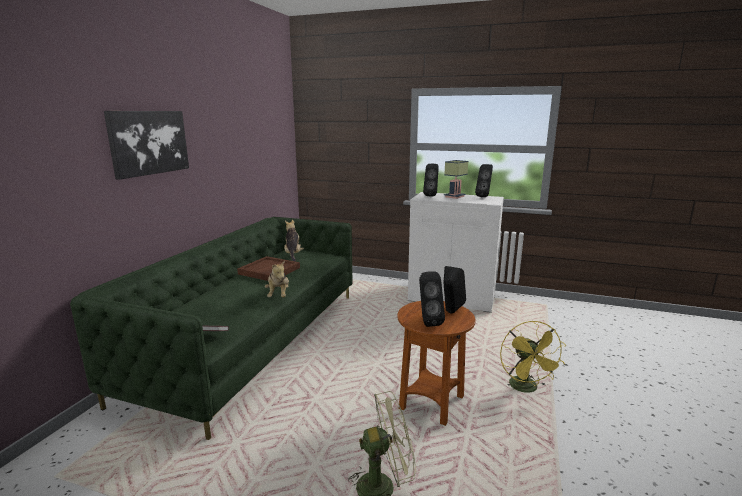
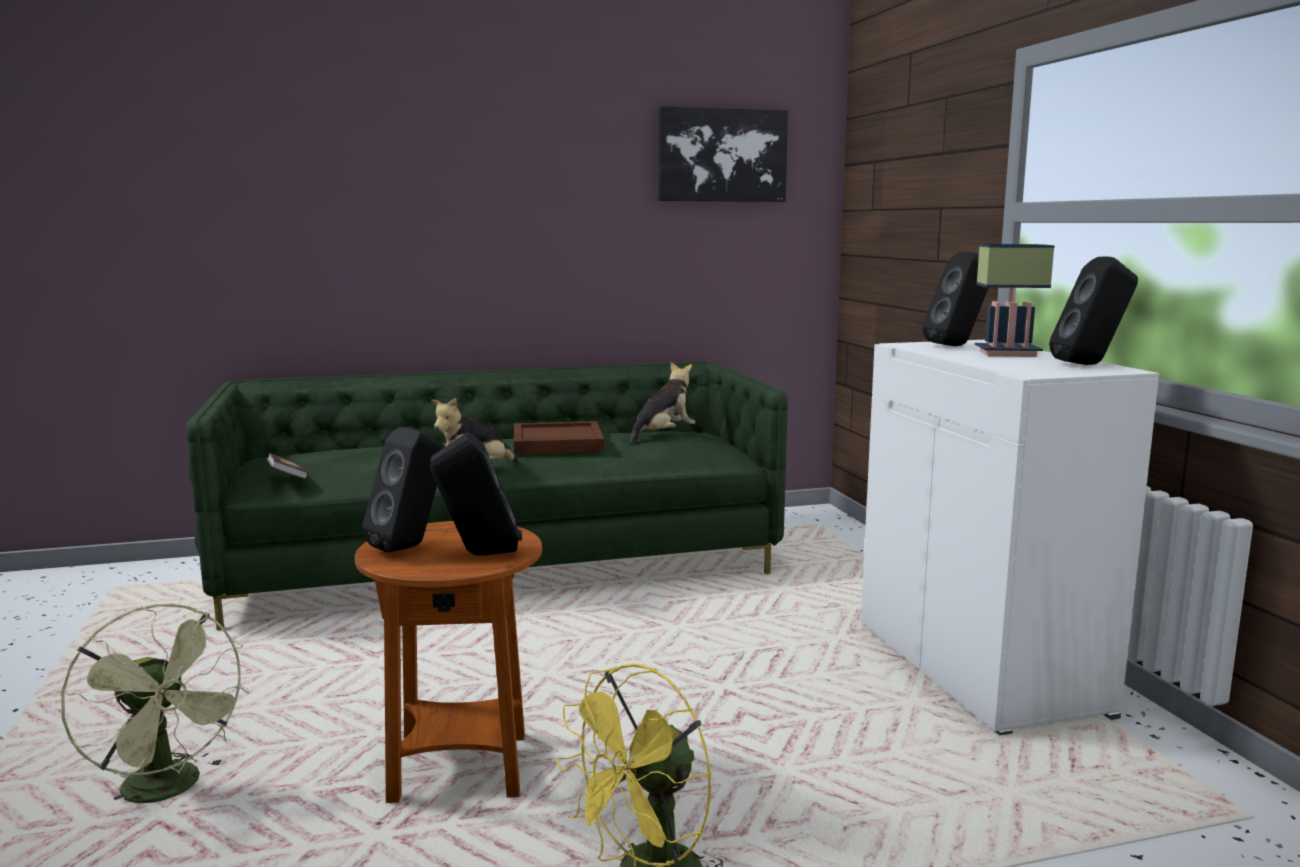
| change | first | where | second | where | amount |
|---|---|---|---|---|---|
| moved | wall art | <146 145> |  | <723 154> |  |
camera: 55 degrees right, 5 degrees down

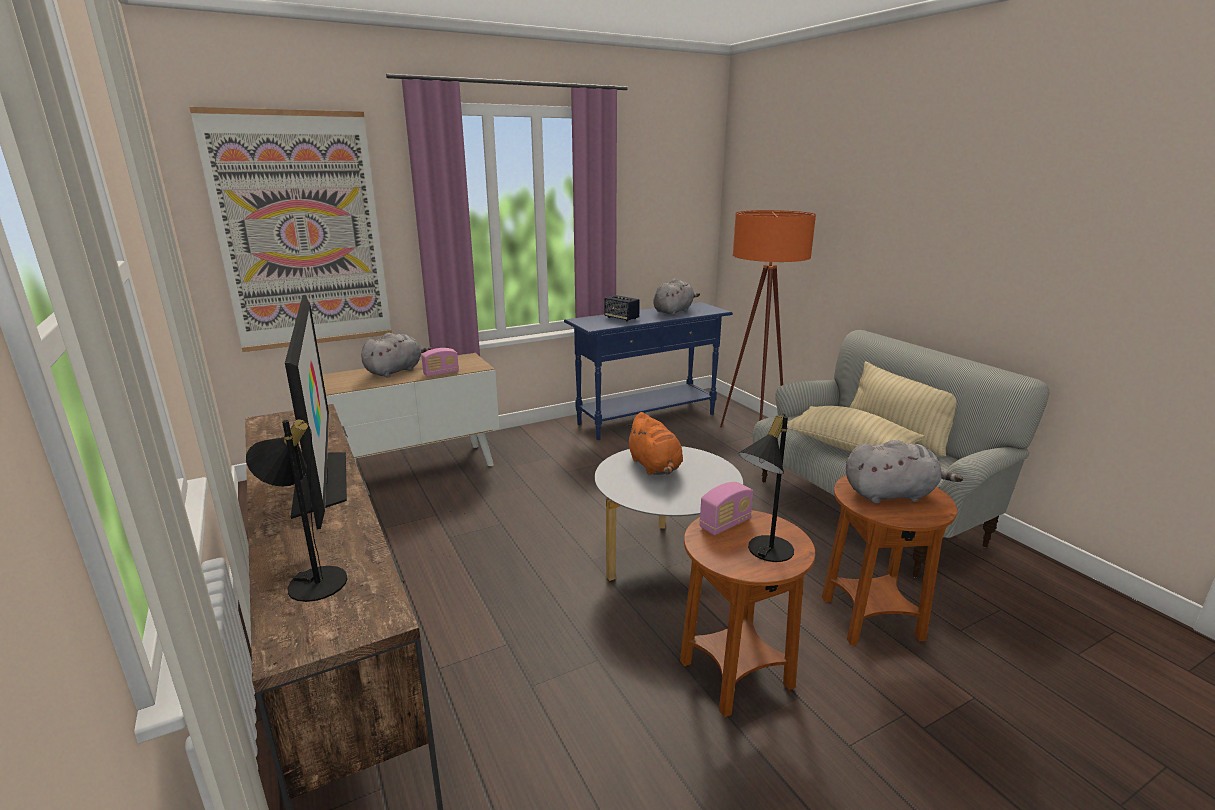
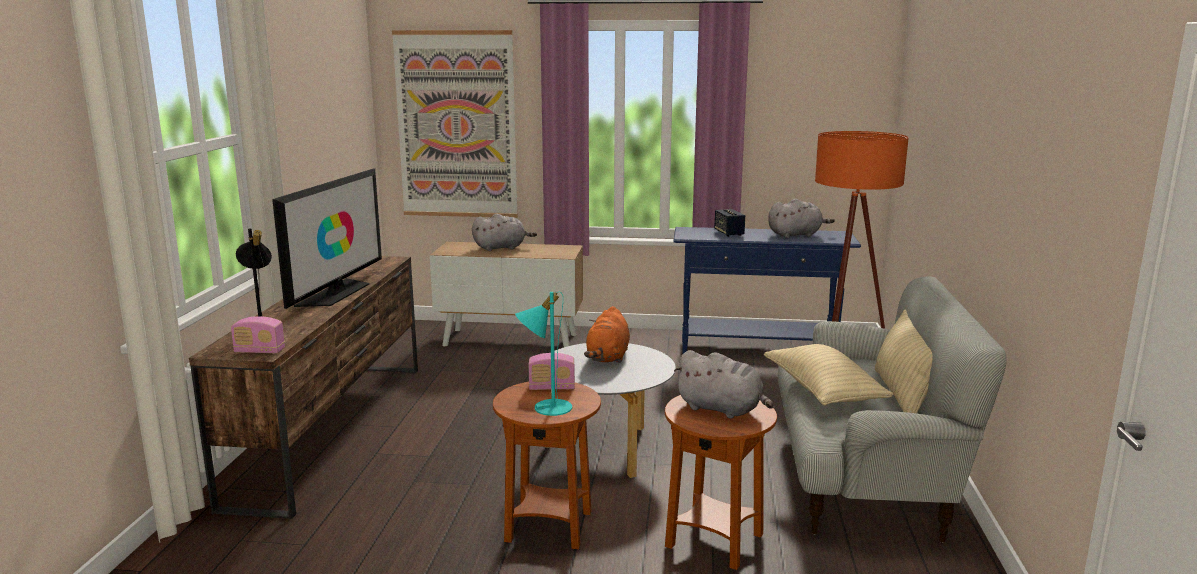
| change | first | where | second | where | amount |
|---|---|---|---|---|---|
| moved | radio | <440 362> |  | <258 335> |  |
| recoloured | tabletop lamp/blackish | <766 488> | tabletop lamp/turquoise | <543 354> |  |
camera: 35 degrees right, 5 degrees down

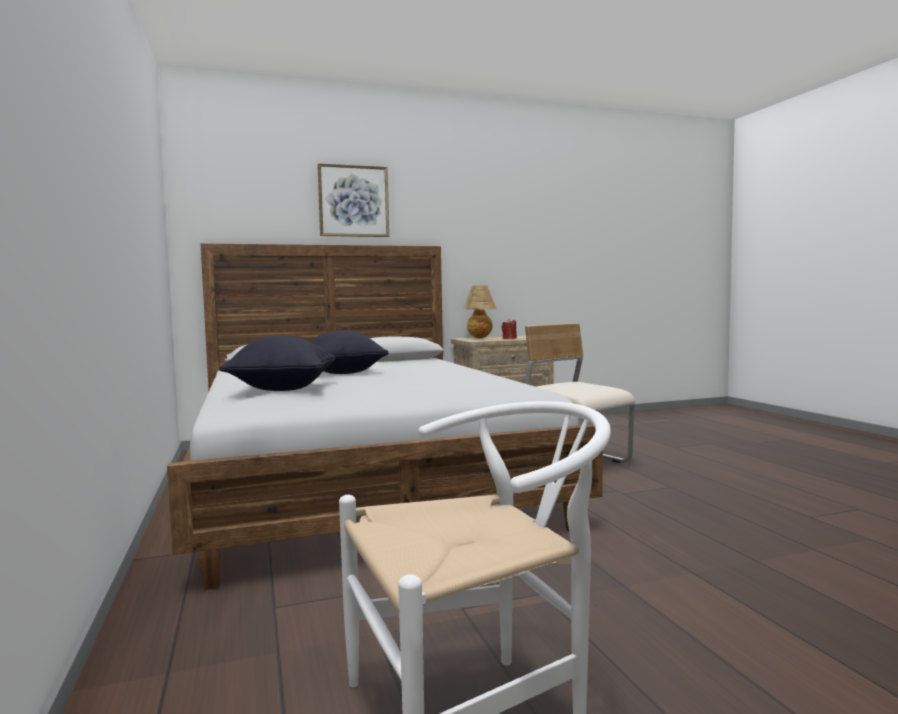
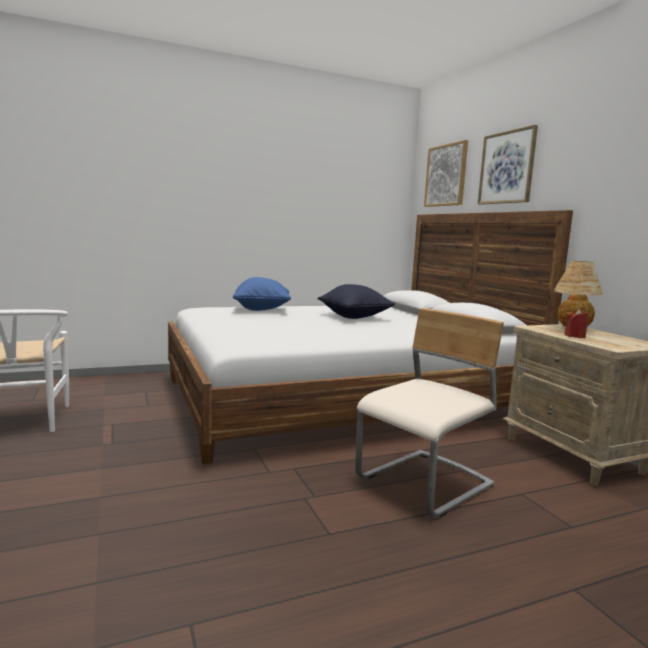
| change | first | where | second | where | amount |
|---|---|---|---|---|---|
| recoloured | cushion/blackish | <277 363> | cushion/bluish | <262 294> |  |
| added |  |  | wall art | <446 173> |  |
camera: 85 degrees right, 5 degrees up

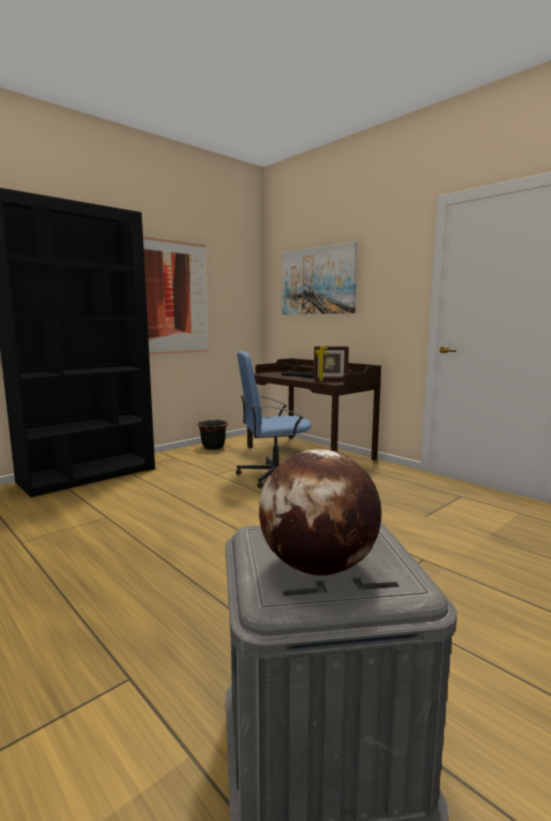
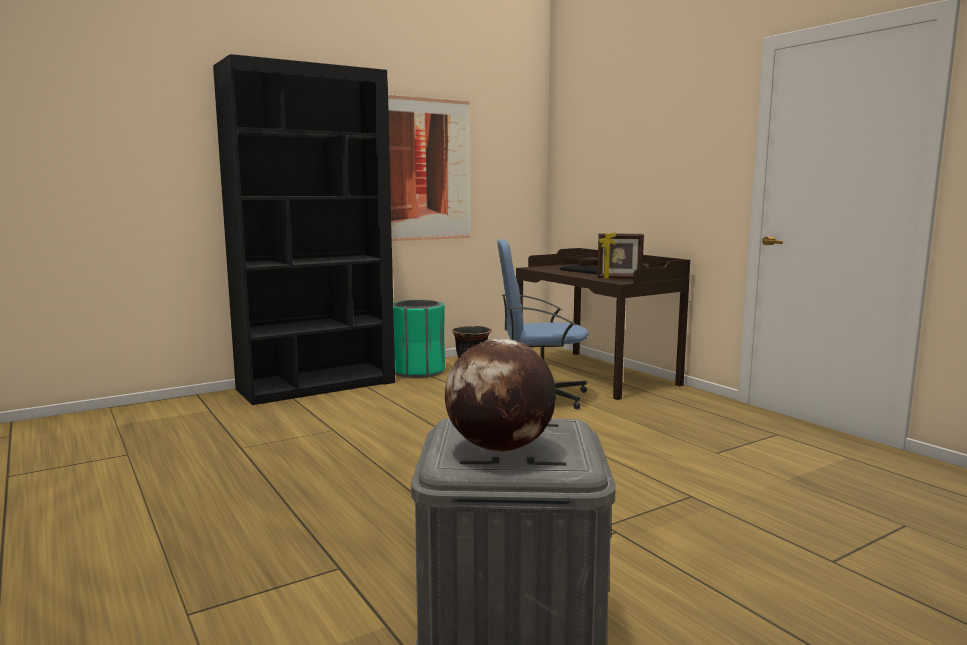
| change | first | where | second | where | amount |
|---|---|---|---|---|---|
| removed | wall art | <320 278> |  |  |  |
| added |  |  | trash can/greenish | <419 339> |  |
camera: 10 degrees right, 0 degrees up

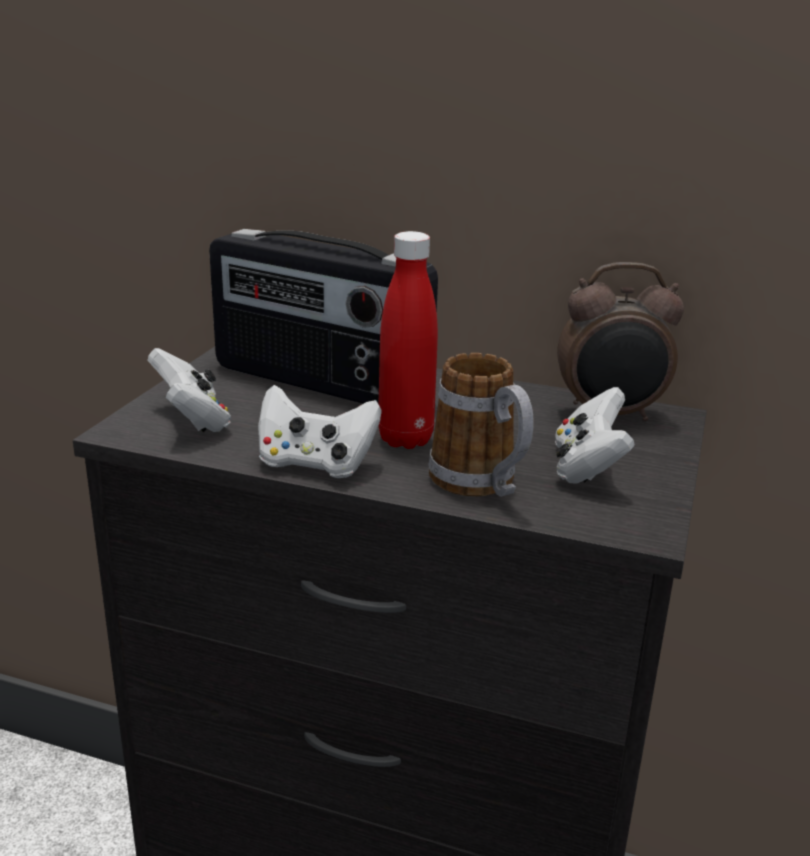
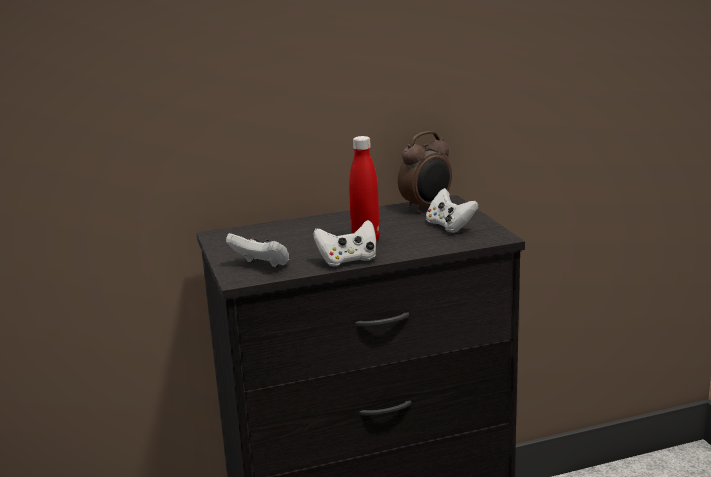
| change | first | where | second | where | amount |
|---|---|---|---|---|---|
| removed | radio | <323 316> |  |  |  |
| removed | tea mug | <481 425> |  |  |  |
camera: 35 degrees left, 5 degrees down

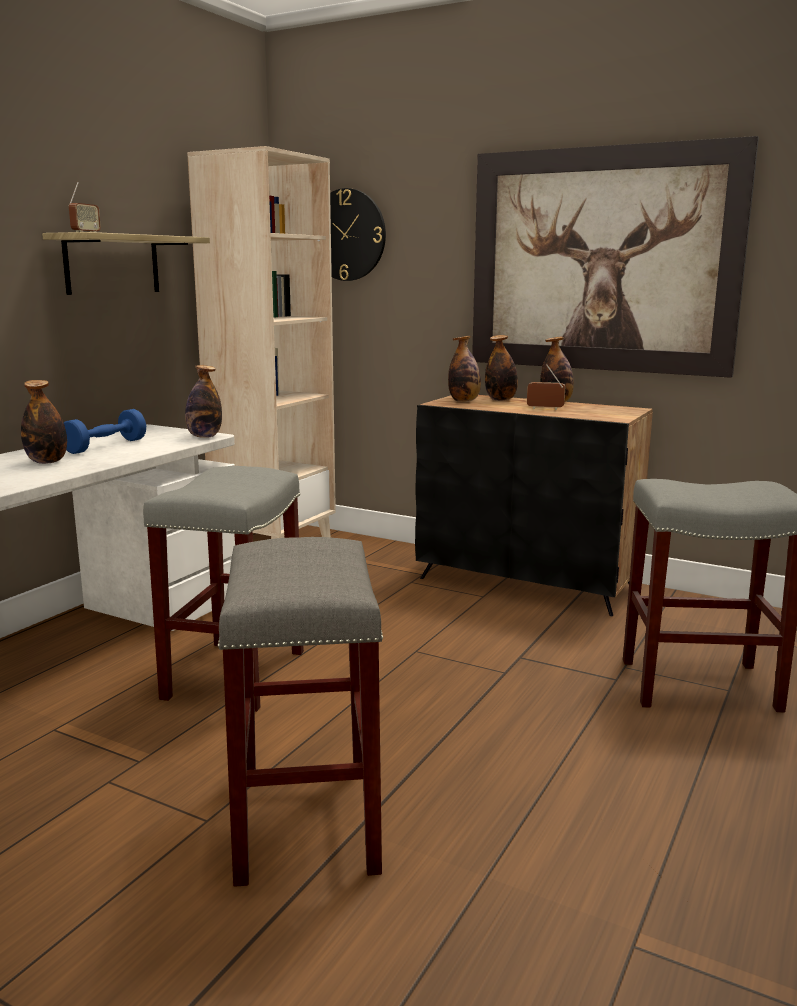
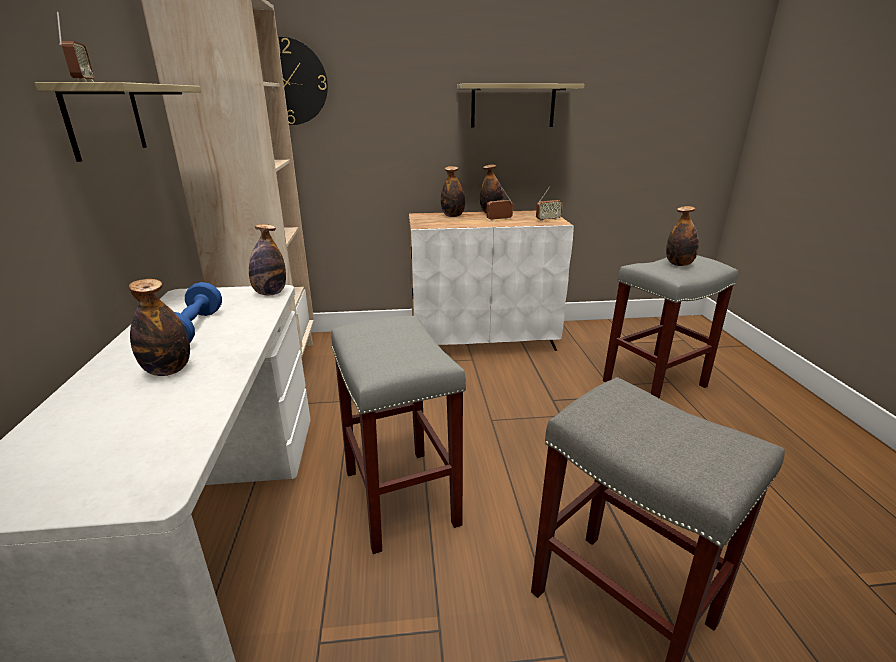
| change | first | where | second | where | amount |
|---|---|---|---|---|---|
| replaced | wall art | <615 257> | shelf | <521 105> |  |
| moved | beverage bottle | <464 369> |  | <682 236> |  |
| recoloured | cupboard/blackish | <534 505> | cupboard/white-coloured | <491 281> |  |
| added |  |  | radio | <549 203> |  |
camera: 35 degrees left, 10 degrees up

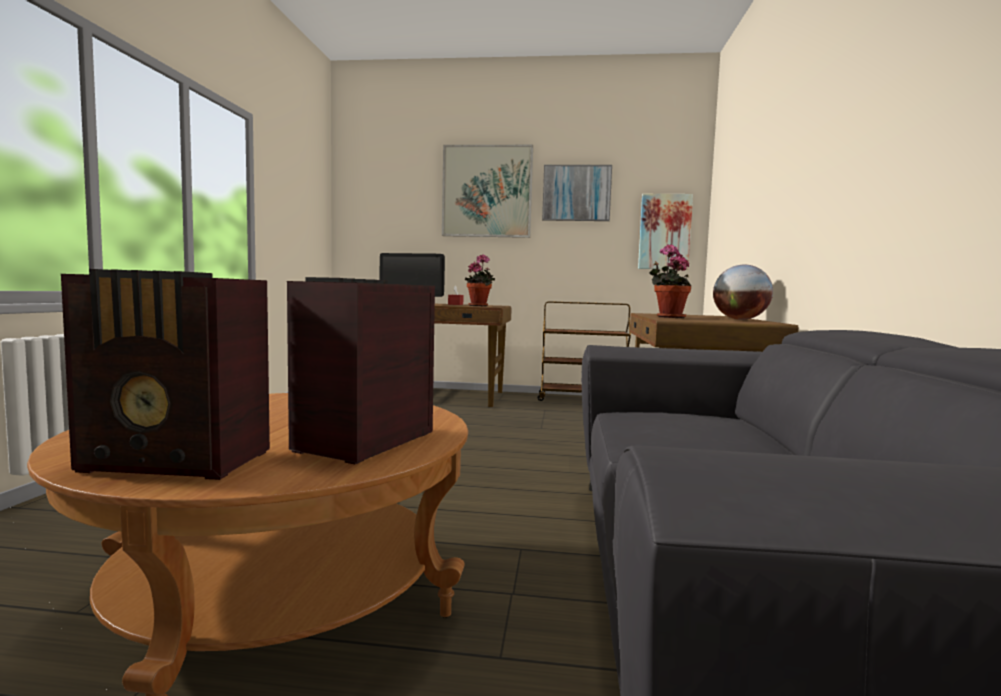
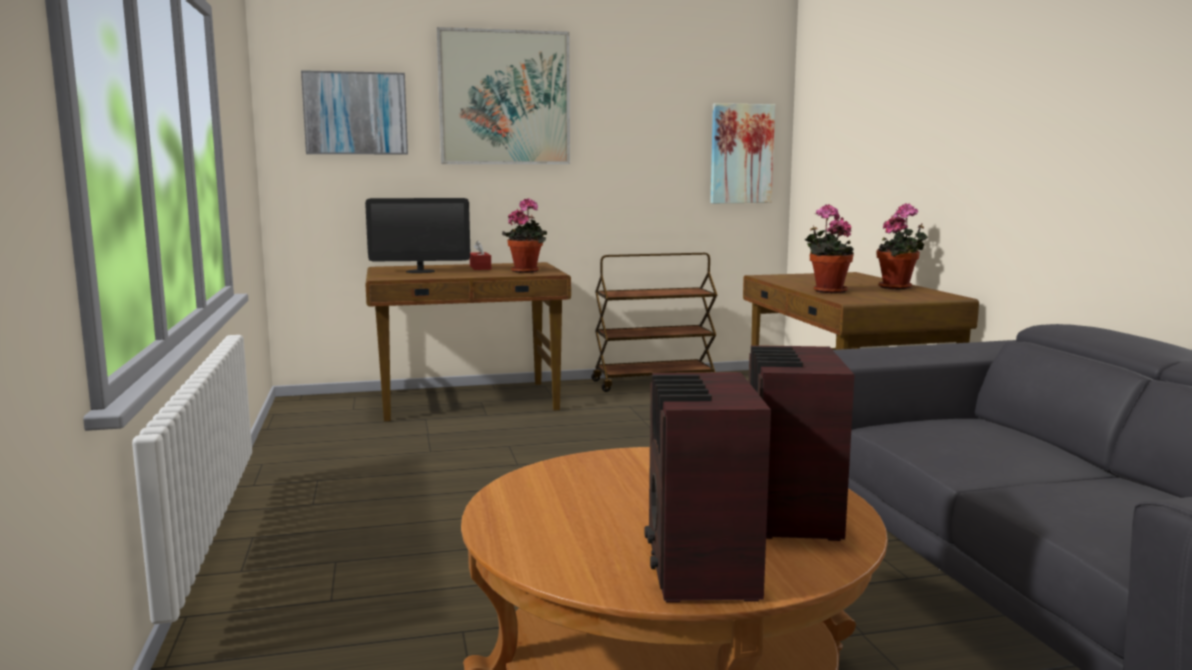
| change | first | where | second | where | amount |
|---|---|---|---|---|---|
| moved | wall art | <577 193> |  | <354 112> |  |
| replaced | globe | <743 292> | houseplant | <902 246> |  |
| turned | radio | <165 374> |  | <707 487> | 105 degrees clockwise |
camera: 20 degrees left, 5 degrees up

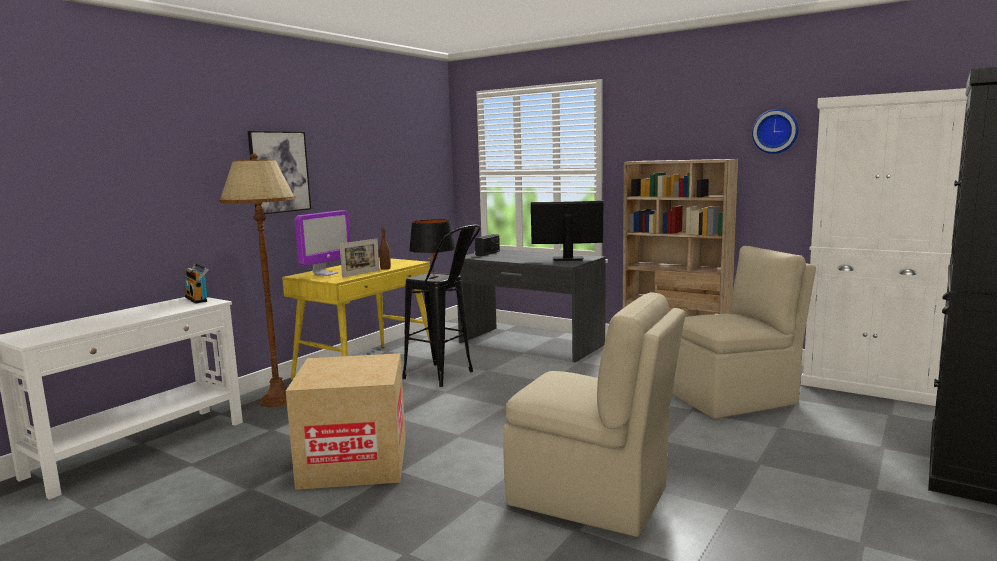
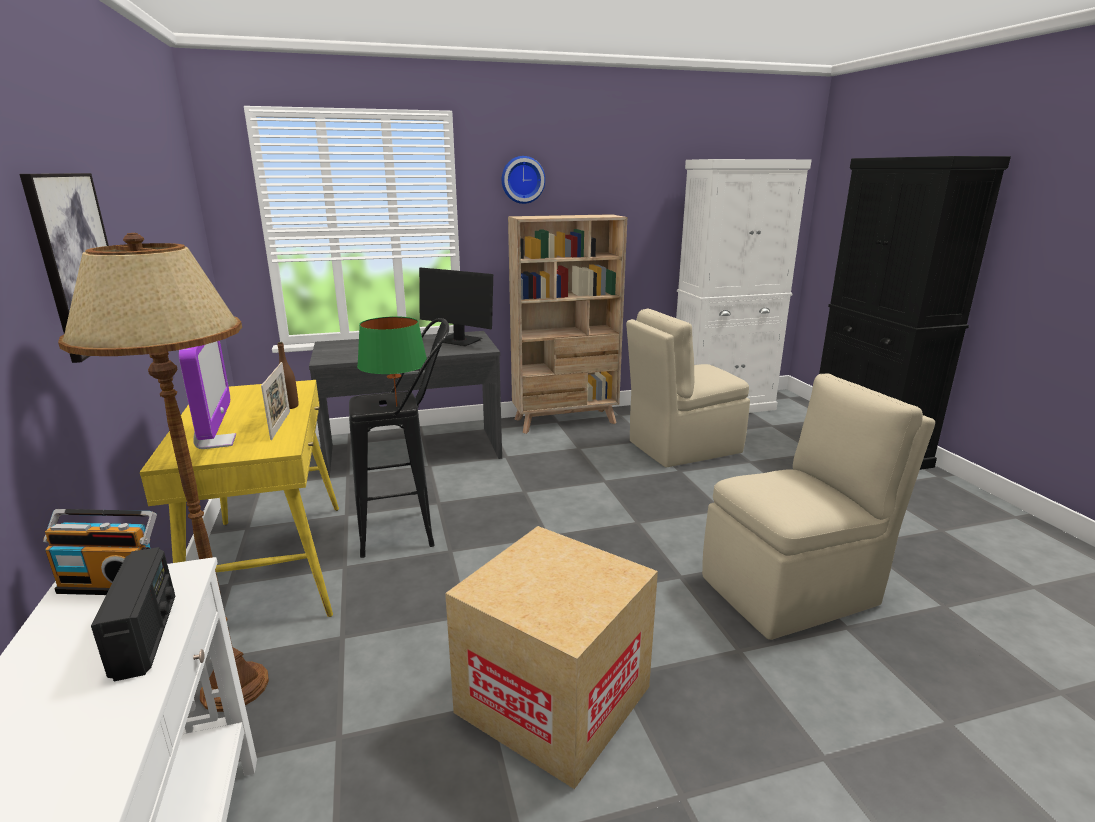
| change | first | where | second | where | amount |
|---|---|---|---|---|---|
| moved | wall clock | <775 131> |  | <523 180> |  |
| turned | monitor | <567 230> |  | <456 307> | 105 degrees counterclockwise |
| recoloured | tabletop lamp/blackish | <432 248> | tabletop lamp/greenish | <392 361> |  |
| moved | radio | <487 245> |  | <133 614> |  |
| turned | chair/beige | <744 332> |  | <688 388> | 135 degrees counterclockwise |
camera: 50 degrees left, 10 degrees up

